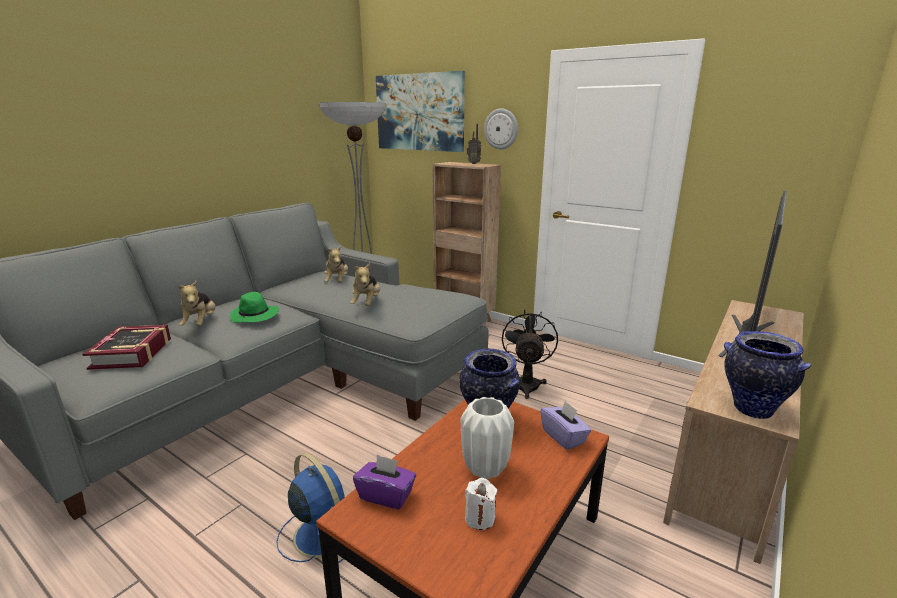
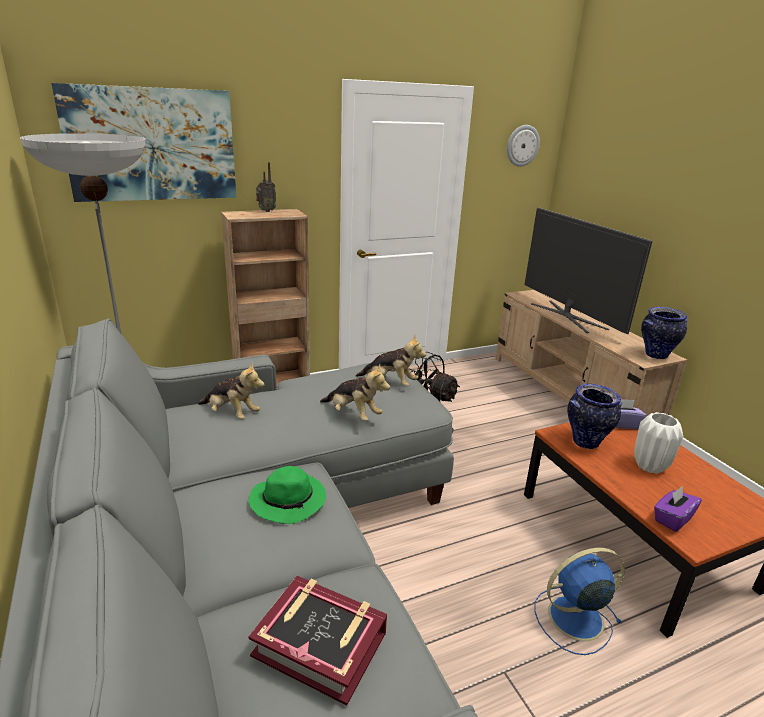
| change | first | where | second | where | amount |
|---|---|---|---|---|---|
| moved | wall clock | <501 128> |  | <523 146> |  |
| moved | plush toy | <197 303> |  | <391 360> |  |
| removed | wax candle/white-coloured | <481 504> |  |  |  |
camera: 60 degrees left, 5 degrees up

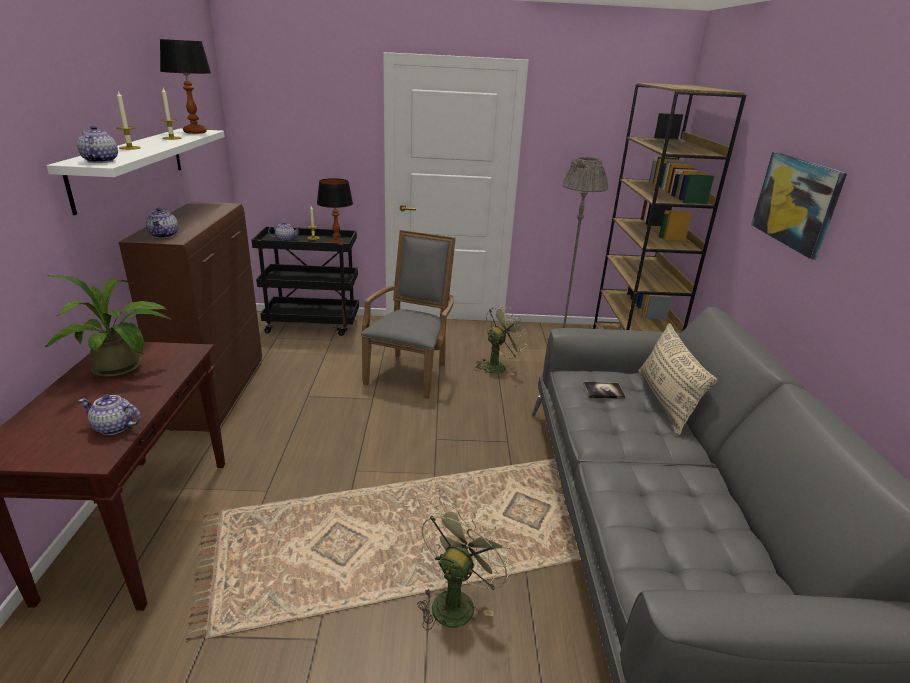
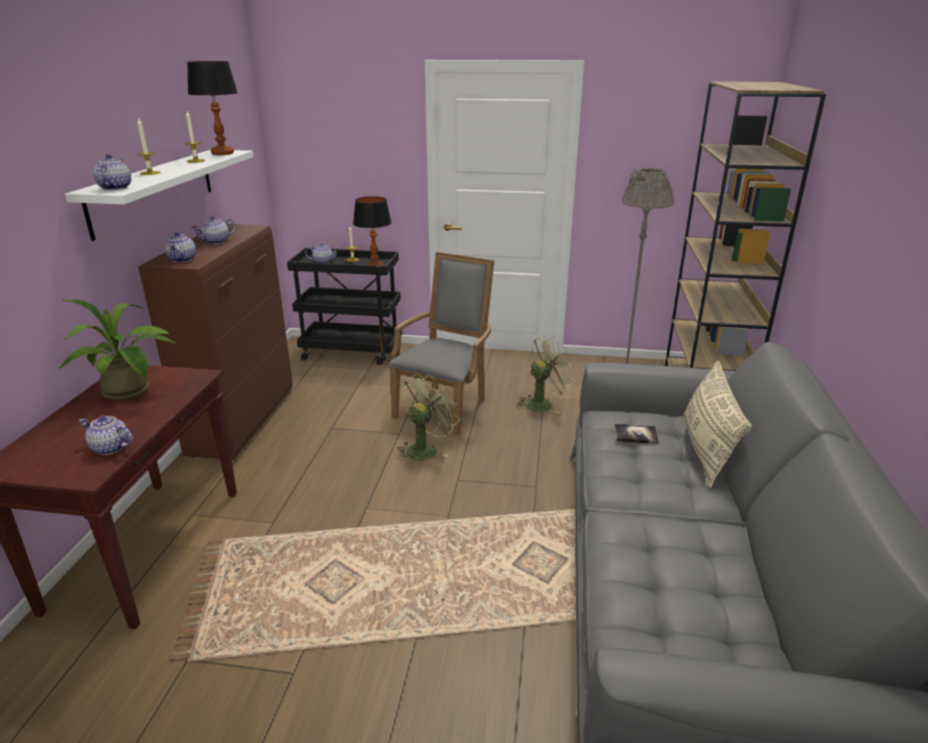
| change | first | where | second | where | amount |
|---|---|---|---|---|---|
| removed | wall art | <799 206> |  |  |  |
| moved | fan/greenish | <464 567> |  | <428 417> |  |
| added |  |  | teapot | <213 230> |  |
camera: 10 degrees right, 0 degrees up

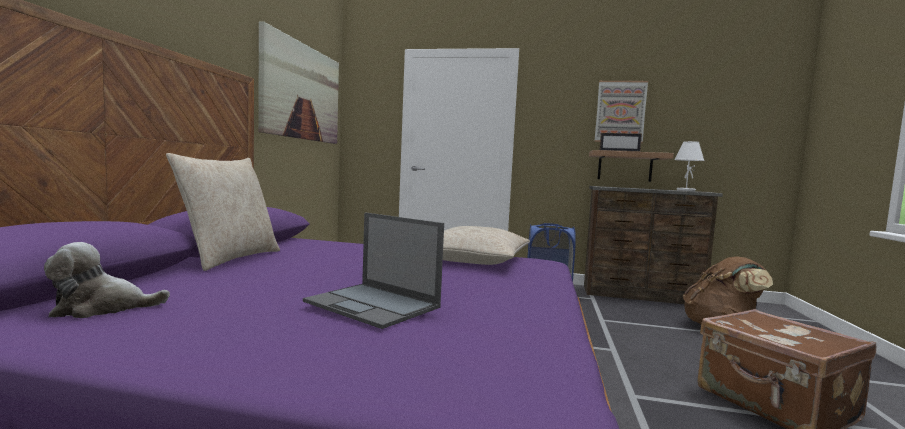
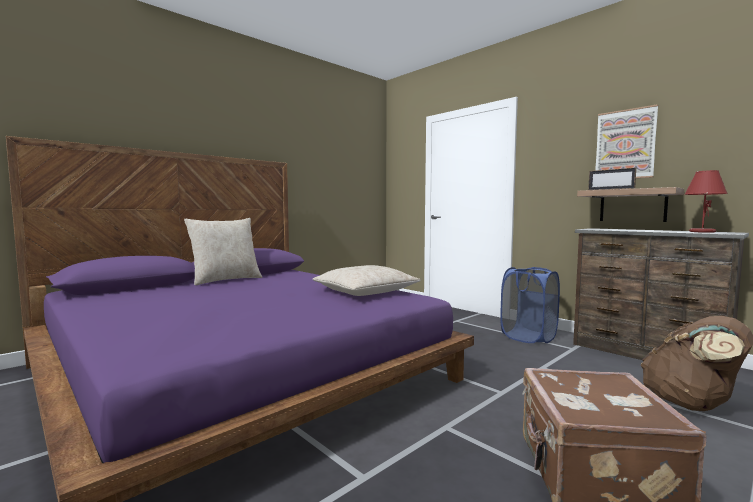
| change | first | where | second | where | amount |
|---|---|---|---|---|---|
| removed | wall art | <298 82> |  |  |  |
| recoloured | tabletop lamp/white-coloured | <689 166> | tabletop lamp/red-coloured | <706 201> |  |
| removed | laptop | <373 271> |  |  |  |
| removed | plush toy | <107 280> |  |  |  |
camera: 35 degrees right, 0 degrees up

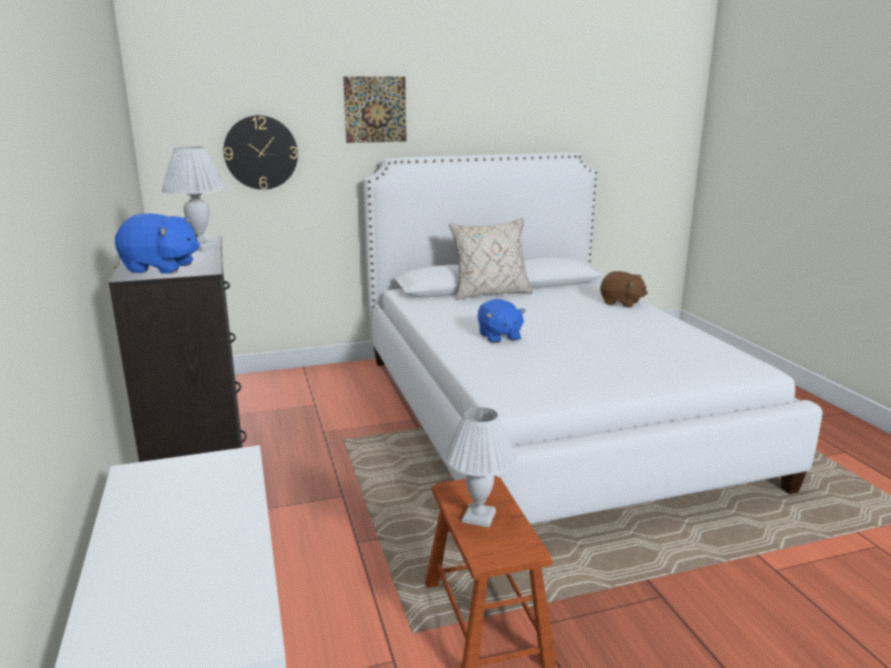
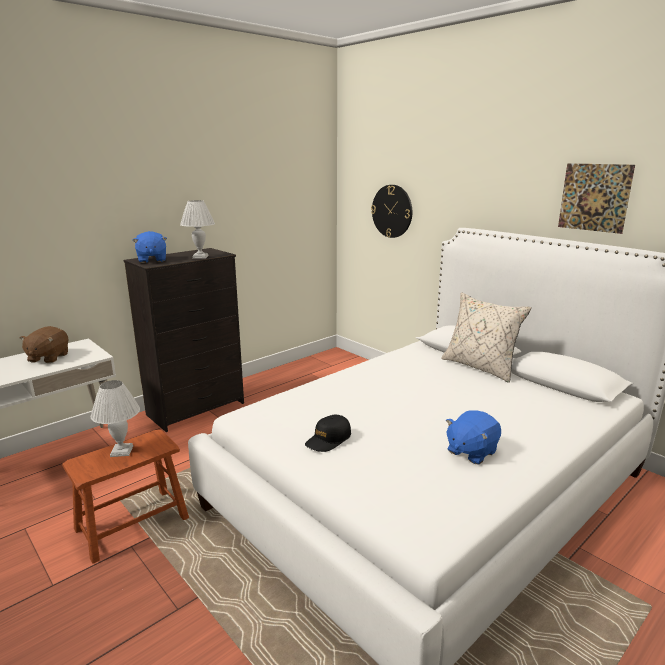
| change | first | where | second | where | amount |
|---|---|---|---|---|---|
| moved | wall art | <375 109> |  | <596 198> |  |
| moved | plush toy/brown-coloured | <624 289> |  | <44 344> |  |
| moved | plush toy/bluish | <501 321> |  | <473 437> |  |
| added |  |  | peaked cap/blackish | <328 433> |  |
camera: 65 degrees right, 0 degrees up

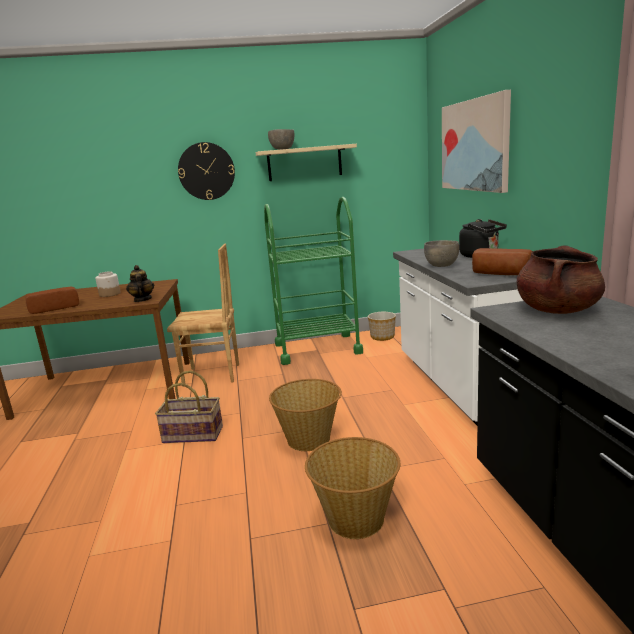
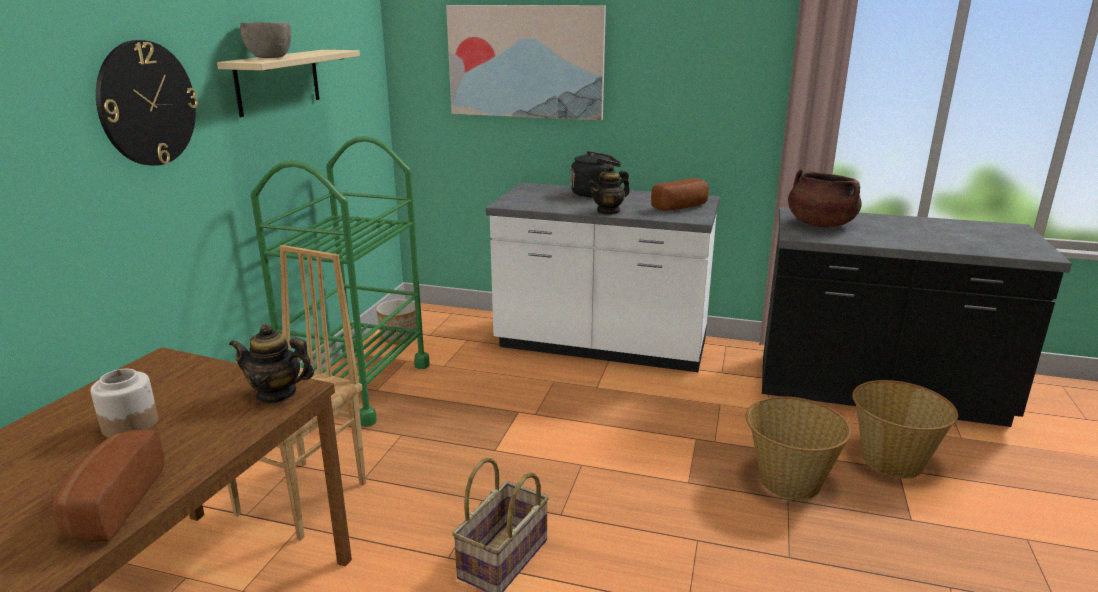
| change | first | where | second | where | amount |
|---|---|---|---|---|---|
| replaced | serving bowl/greyish | <441 253> | teapot | <609 189> |  |
| moved | basket | <305 415> |  | <905 429> |  |
camera: 65 degrees left, 5 degrees up

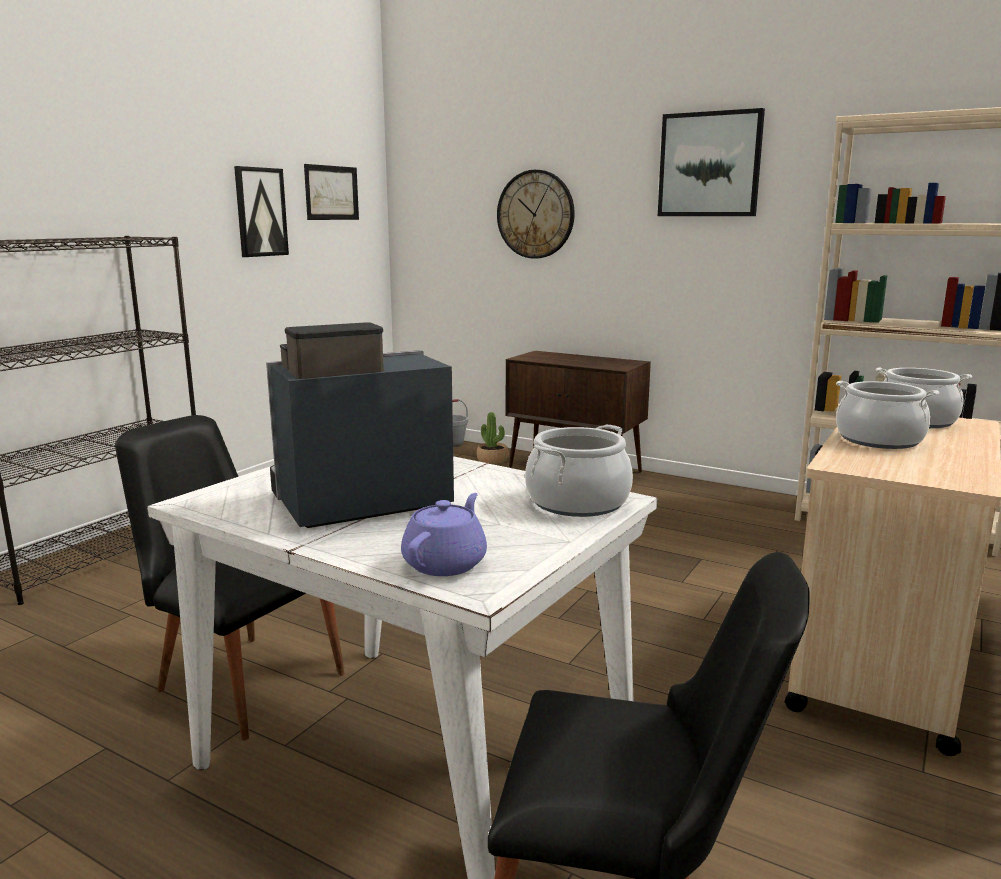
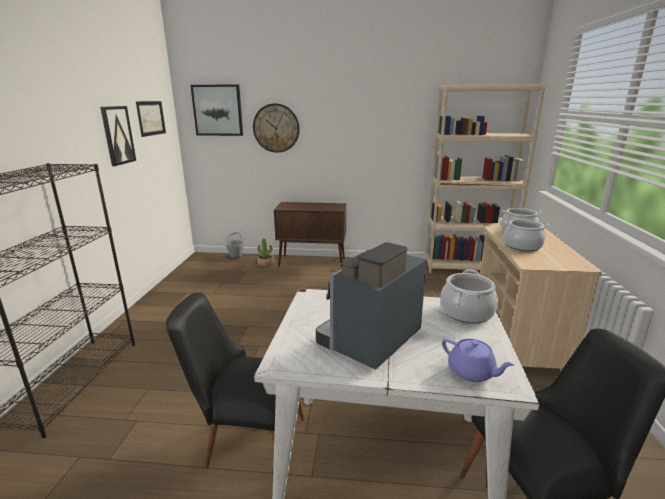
| change | first | where | second | where | amount |
|---|---|---|---|---|---|
| moved | wall art | <711 162> |  | <216 110> |  |
| turned | teapot/purple | <444 534> |  | <478 360> | 135 degrees clockwise |
camera: 25 degrees left, 5 degrees up

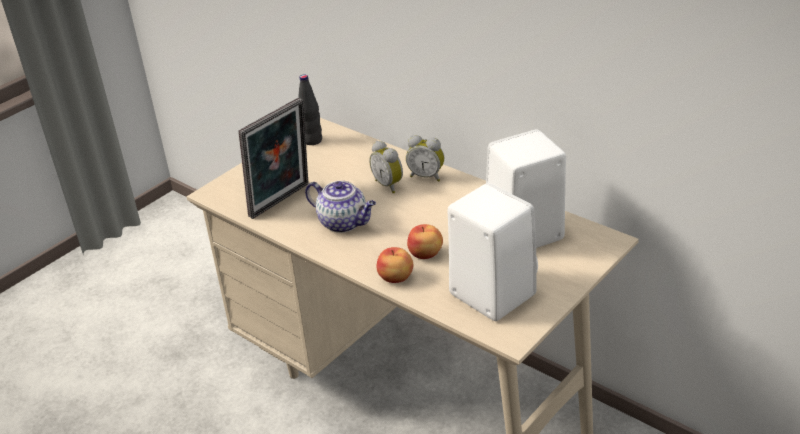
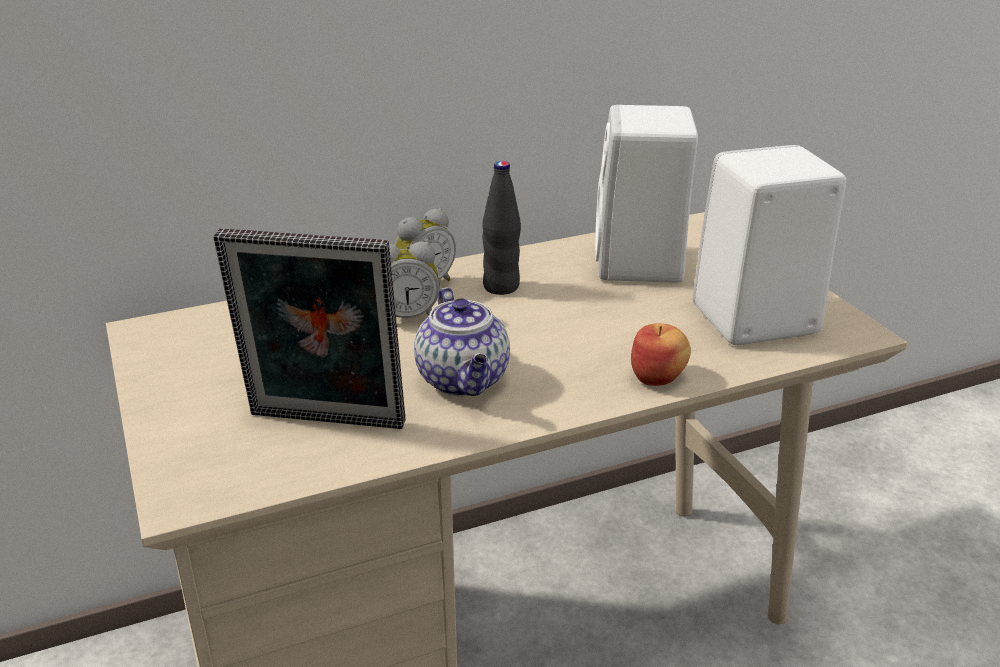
| change | first | where | second | where | amount |
|---|---|---|---|---|---|
| moved | beverage bottle/blackish | <310 109> |  | <501 228> |  |
| turned | photo frame | <273 158> |  | <309 329> | 120 degrees clockwise |
| turned | teapot | <340 207> |  | <462 342> | 105 degrees clockwise |
| removed | apple | <425 241> |  |  |  |
camera: 65 degrees left, 5 degrees down

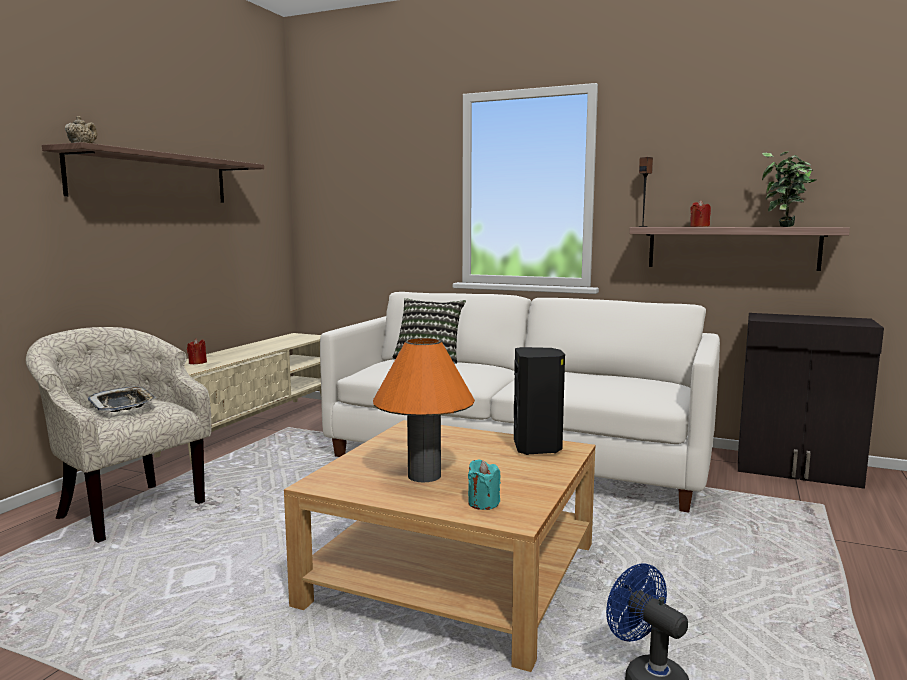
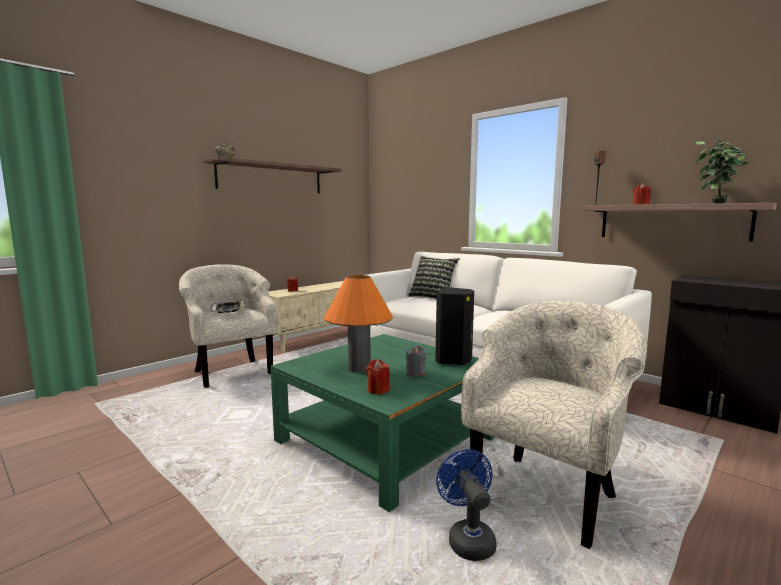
| change | first | where | second | where | amount |
|---|---|---|---|---|---|
| recoloured | low table/beige | <439 546> | low table/greenish | <382 423> |  |
| recoloured | wax candle/turquoise | <484 484> | wax candle/red-coloured | <378 376> |  |
| added |  |  | easy chair/beige | <554 425> |  |
| added |  |  | wax candle/greyish | <416 361> |  |
camera: 20 degrees right, 0 degrees up

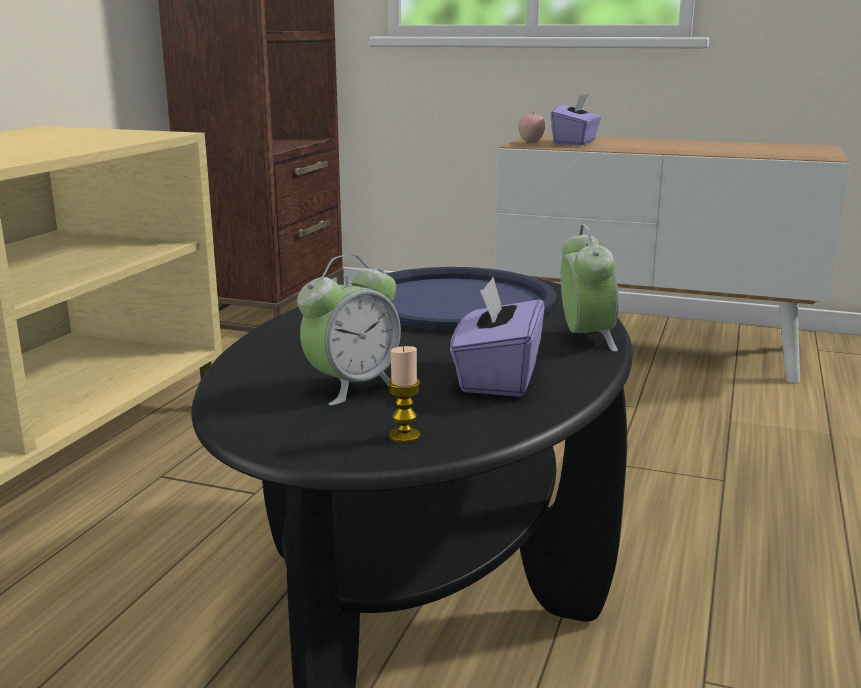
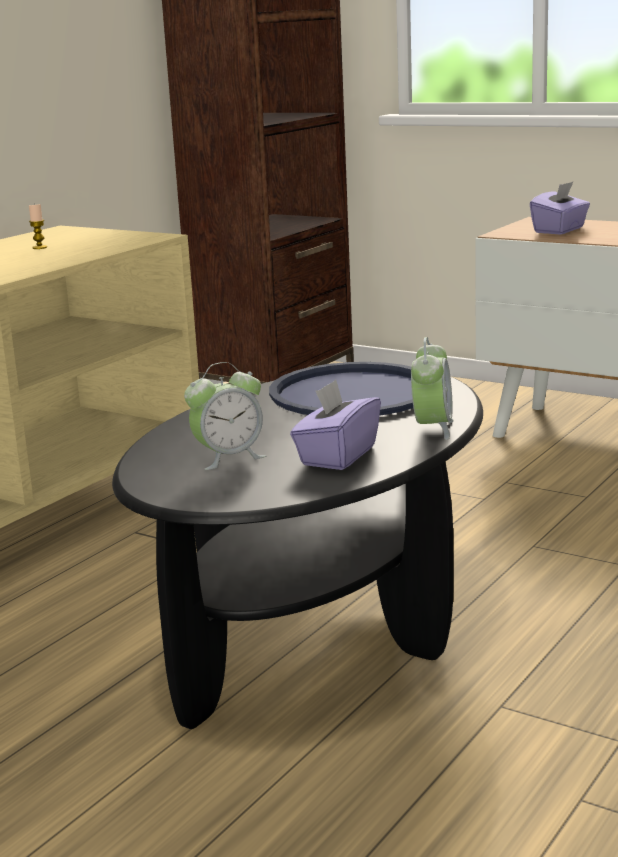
| change | first | where | second | where | amount |
|---|---|---|---|---|---|
| removed | apple | <531 126> |  |  |  |
| moved | wax candle | <404 394> |  | <38 226> |  |
camera: 15 degrees right, 0 degrees up

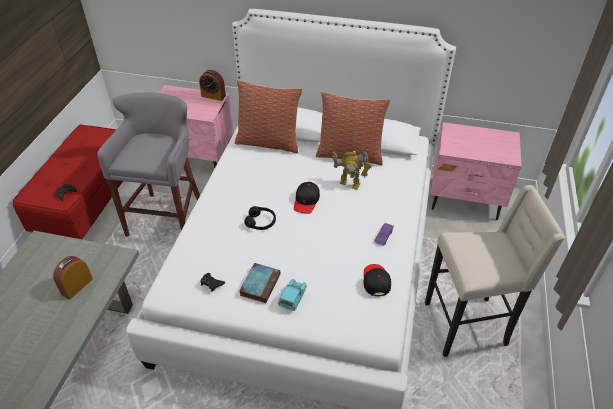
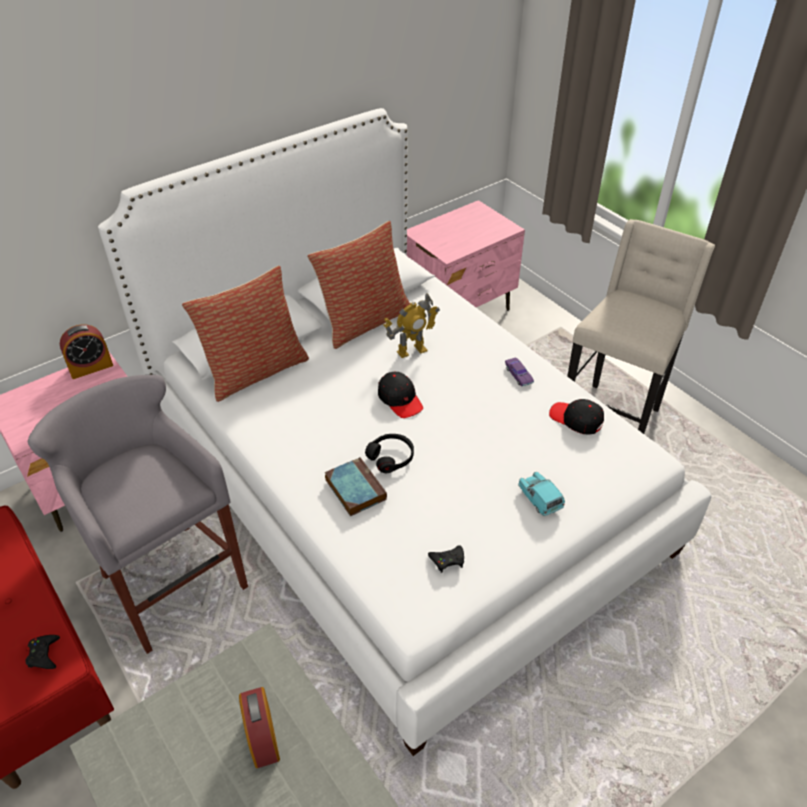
| change | first | where | second | where | amount |
|---|---|---|---|---|---|
| moved | bound book | <259 283> |  | <356 486> |  |
camera: 50 degrees left, 0 degrees up

